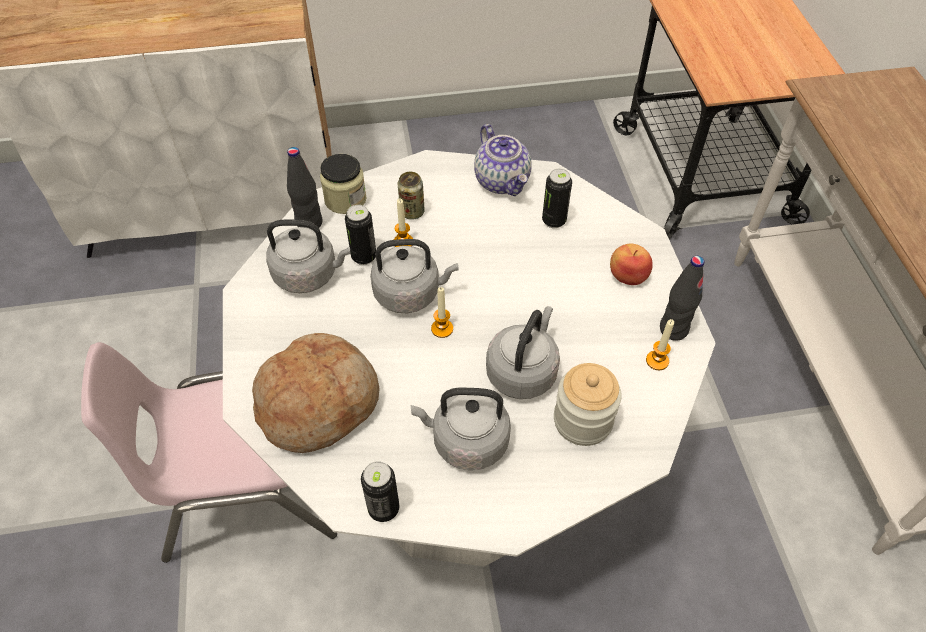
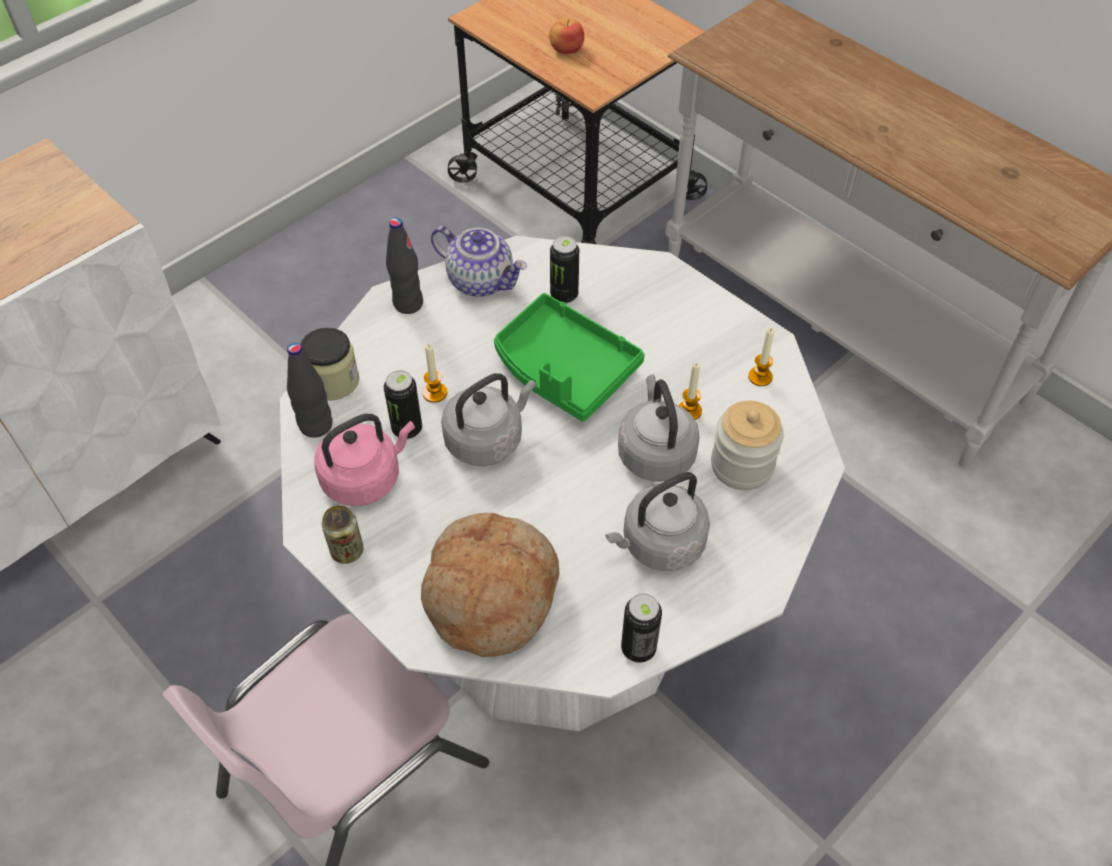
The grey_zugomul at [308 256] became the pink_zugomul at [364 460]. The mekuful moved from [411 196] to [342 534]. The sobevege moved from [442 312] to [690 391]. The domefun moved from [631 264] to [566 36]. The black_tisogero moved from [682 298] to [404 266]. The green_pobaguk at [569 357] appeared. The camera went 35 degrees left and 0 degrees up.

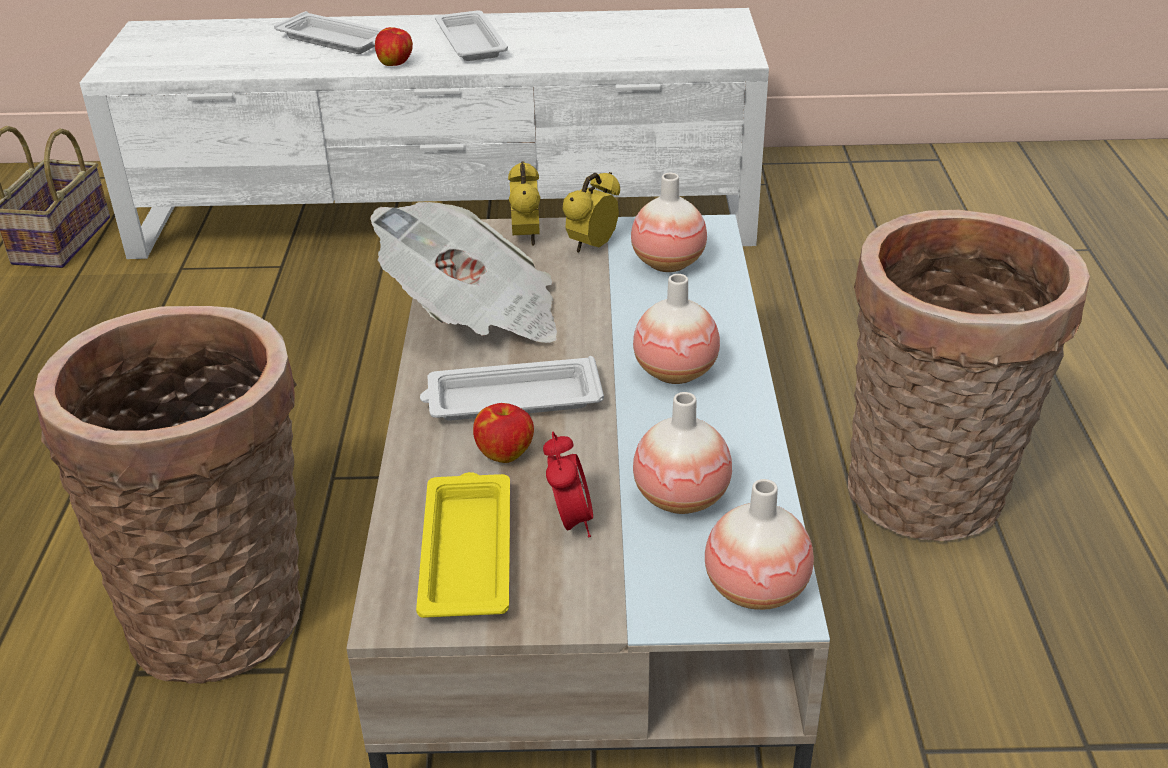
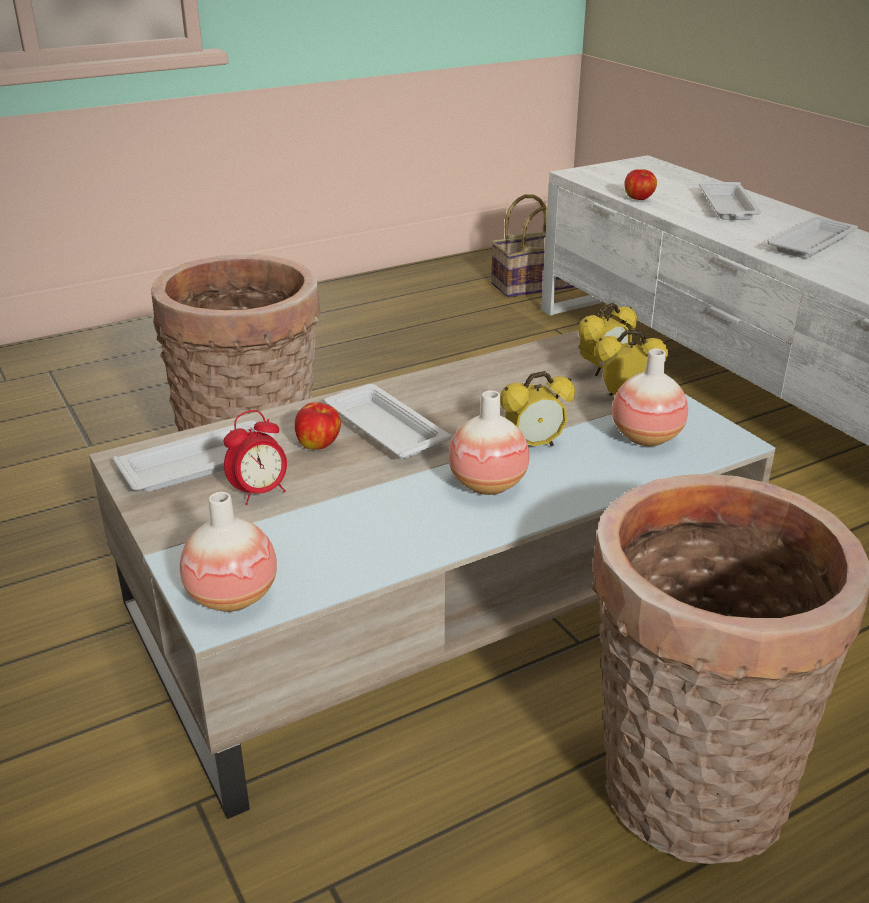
The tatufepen at [463 272] disappeared. The domefun moved from [394 46] to [640 184]. The yellow_pobaguk at [463 545] became the white_pobaguk at [194 456]. The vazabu at [682 453] disappeared. The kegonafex at [537 408] appeared. The camera went 60 degrees right and 5 degrees down.

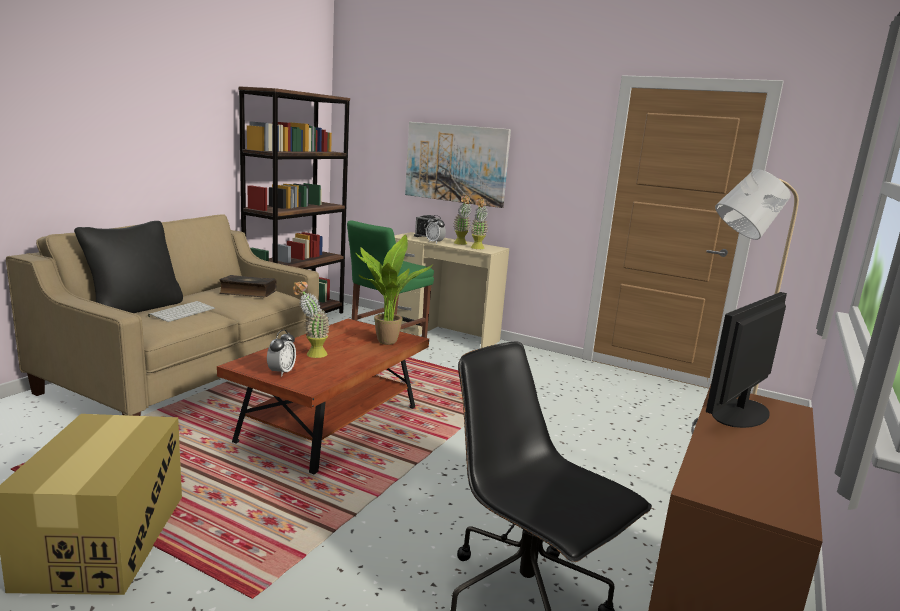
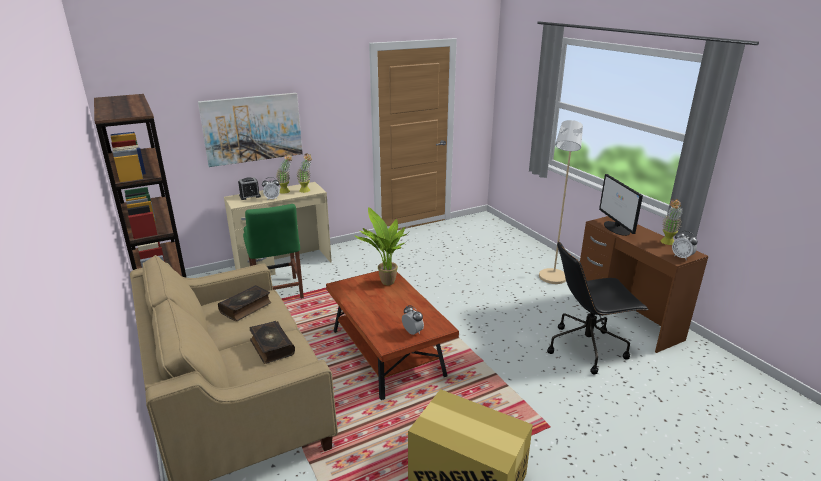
The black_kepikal at [128 267] disappeared. The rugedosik at [181 311] was replaced by the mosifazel at [272 342]. The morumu moved from [311 319] to [671 222]. The kegonafex at [685 246] appeared. The camera went 55 degrees left and 10 degrees up.

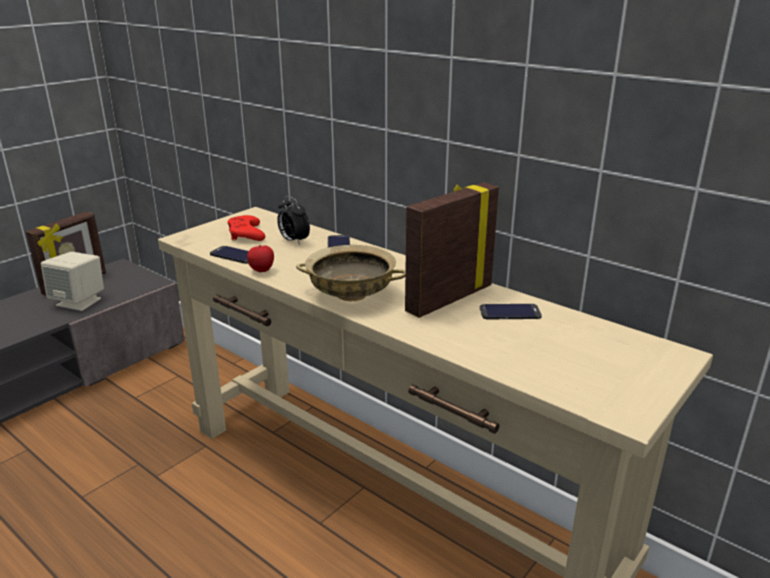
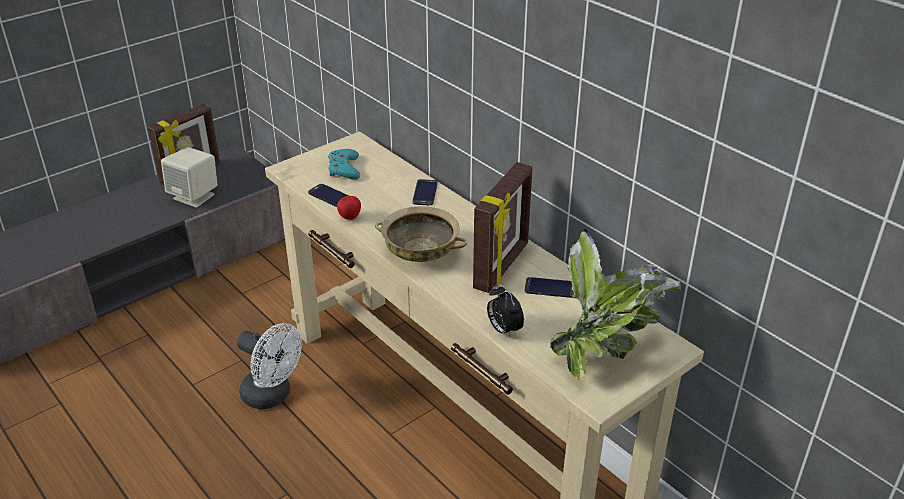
The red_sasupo at [246 228] became the turquoise_sasupo at [344 164]. The kegonafex moved from [293 220] to [505 311]. The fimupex at [452 250] turned 150 degrees clockwise. The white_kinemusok at [269 366] appeared. The morumu at [615 305] appeared. The camera went 10 degrees right and 10 degrees up.

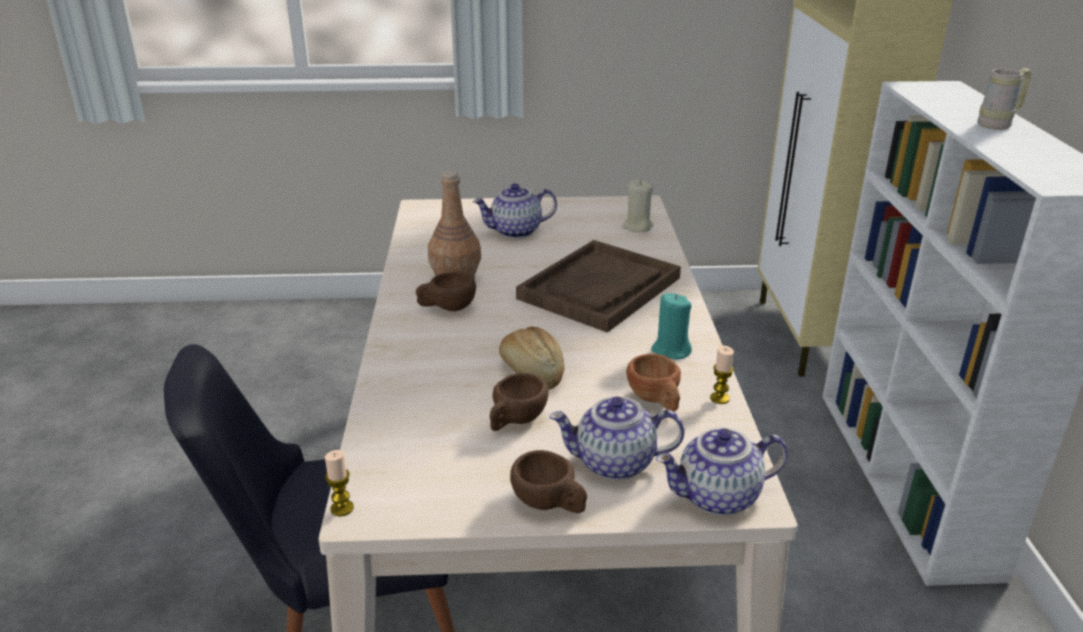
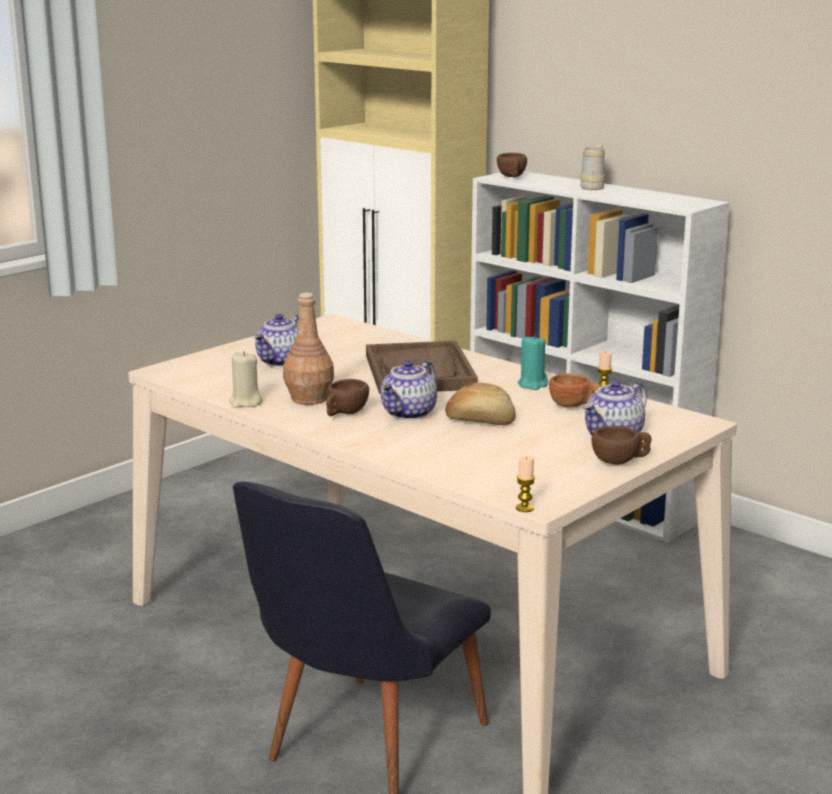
The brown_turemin moved from [519 402] to [512 165]. The beige_sobevege moved from [637 205] to [245 379]. The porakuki moved from [722 472] to [409 390]. The camera went 45 degrees left and 10 degrees down.

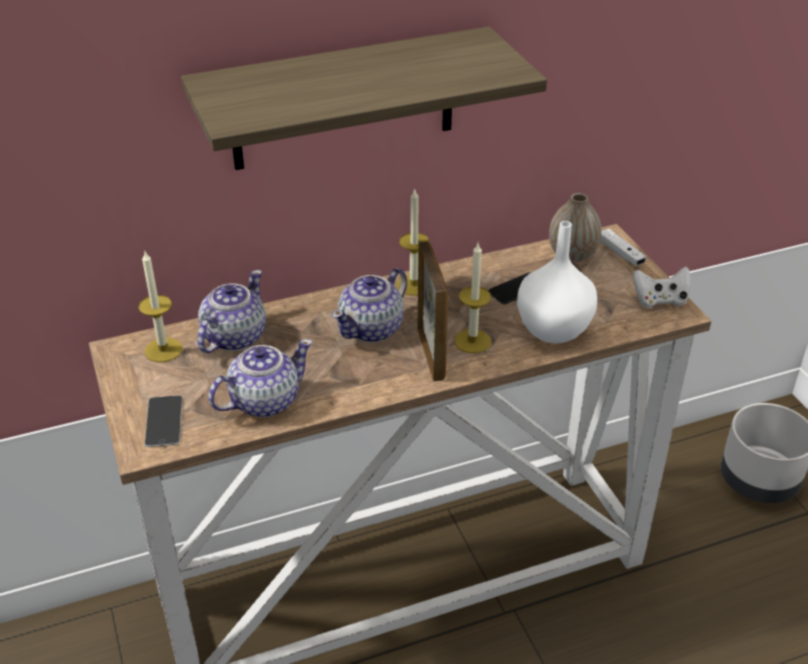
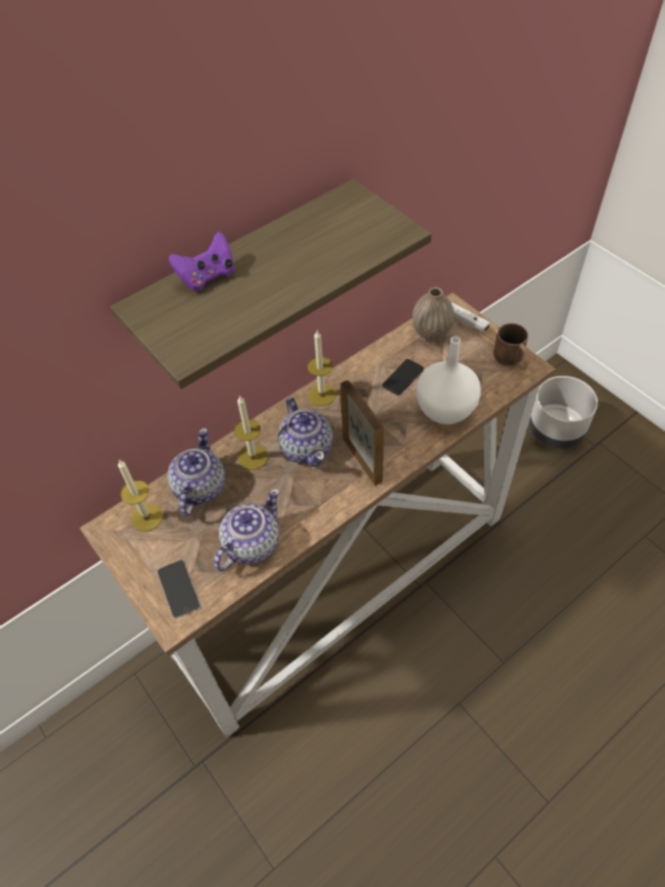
The porakuki at [369 305] turned 45 degrees counterclockwise. The sobevege moved from [472 298] to [251 433]. The white_sasupo at [661 287] was replaced by the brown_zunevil at [511 346]. The purple_sasupo at [202 261] appeared. The camera went 15 degrees left and 15 degrees up.

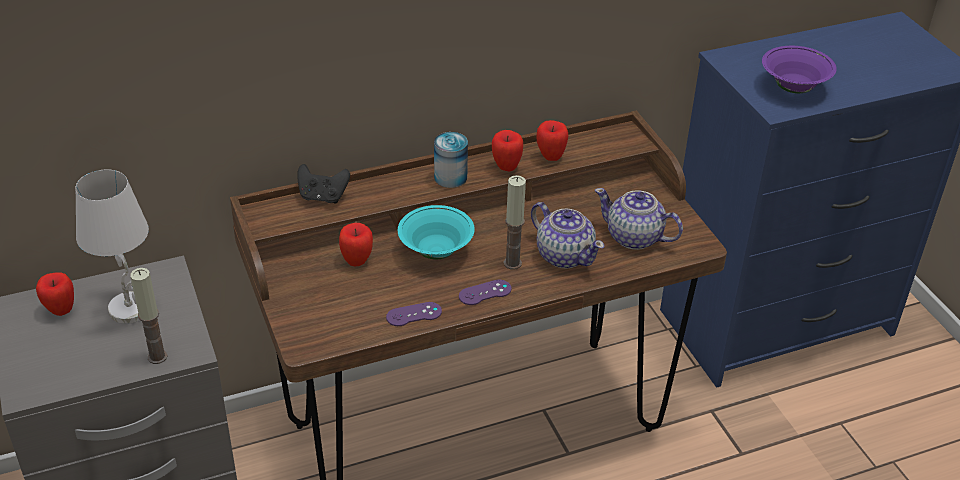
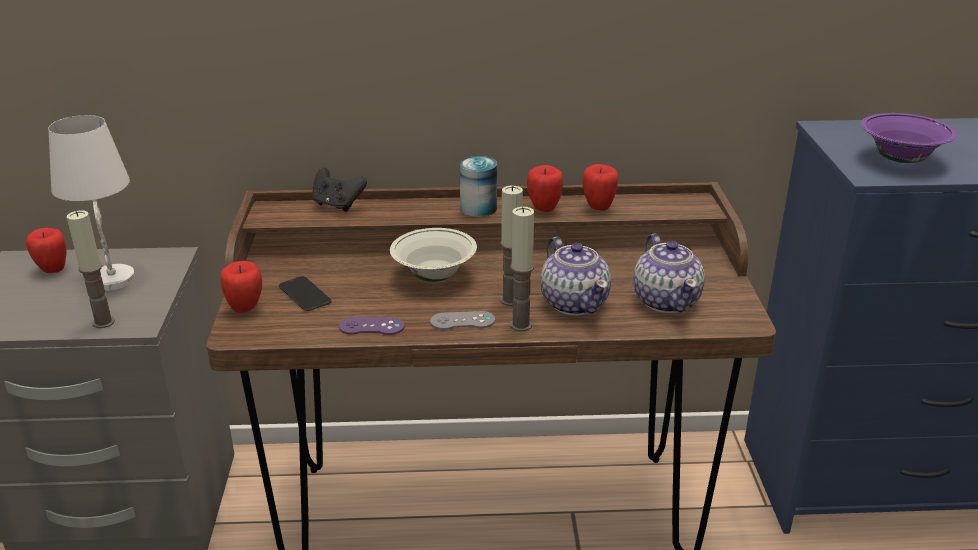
The domefun moved from [356 244] to [241 287]. The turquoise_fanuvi at [436 232] became the white_fanuvi at [433 255]. The purple_sasupo at [485 292] became the grey_sasupo at [462 320]. The porakuki at [638 219] turned 150 degrees counterclockwise. The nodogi at [305 293] appeared. The sobevege at [522 269] appeared. The camera went 20 degrees right and 10 degrees down.

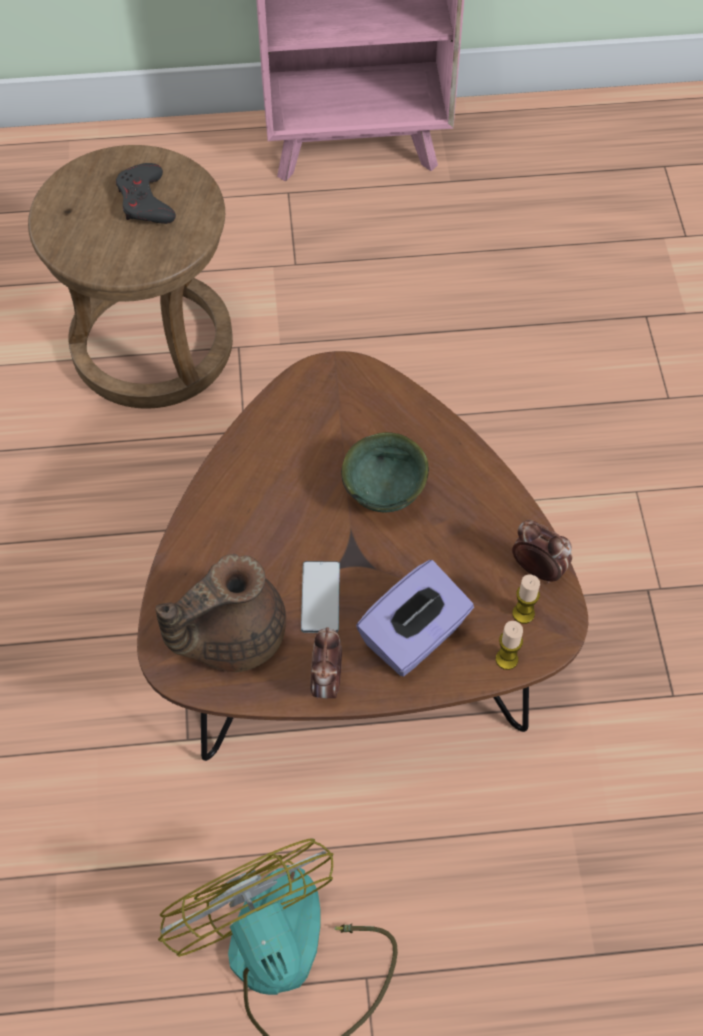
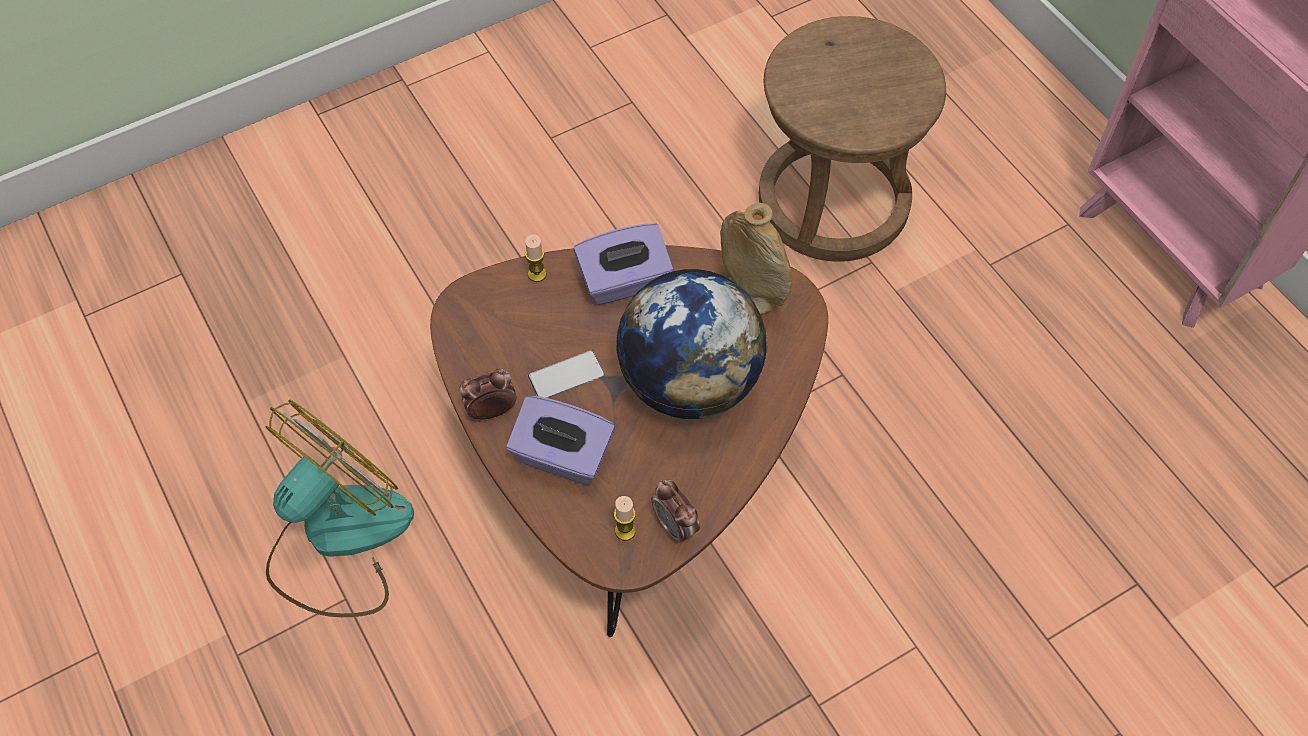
The grey_sasupo at [146 193] disappeared. The brown_porakuki at [220 613] disappeared. The green_fanuvi at [385 472] was replaced by the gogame at [691 344]. The sobevege moved from [509 645] to [536 258]. The kegonafex at [542 551] turned 135 degrees clockwise. The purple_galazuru at [624 264] appeared. The beige_vazabu at [756 258] appeared. The camera went 65 degrees right and 0 degrees up.

